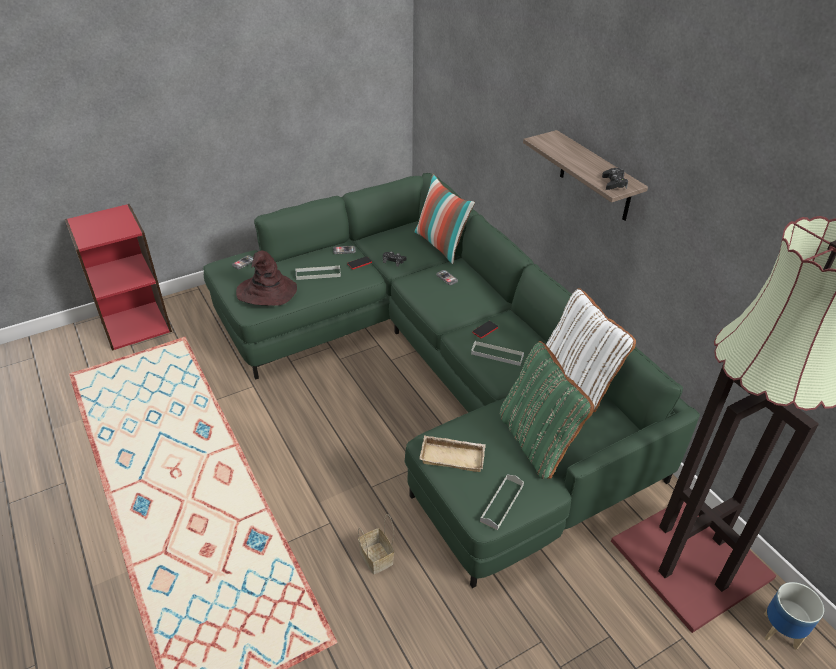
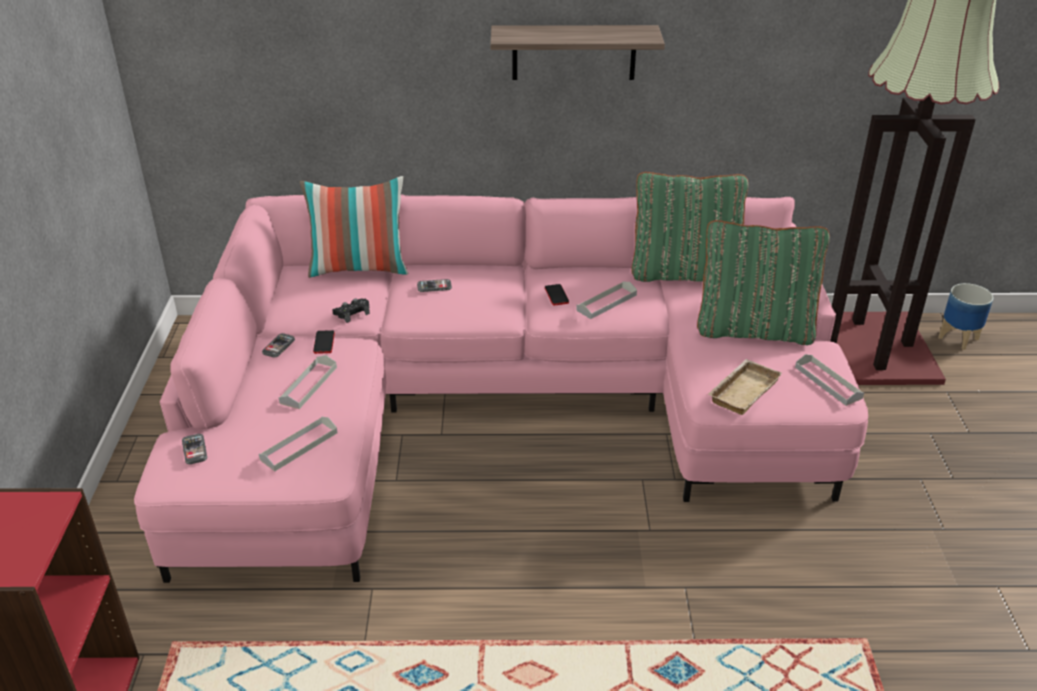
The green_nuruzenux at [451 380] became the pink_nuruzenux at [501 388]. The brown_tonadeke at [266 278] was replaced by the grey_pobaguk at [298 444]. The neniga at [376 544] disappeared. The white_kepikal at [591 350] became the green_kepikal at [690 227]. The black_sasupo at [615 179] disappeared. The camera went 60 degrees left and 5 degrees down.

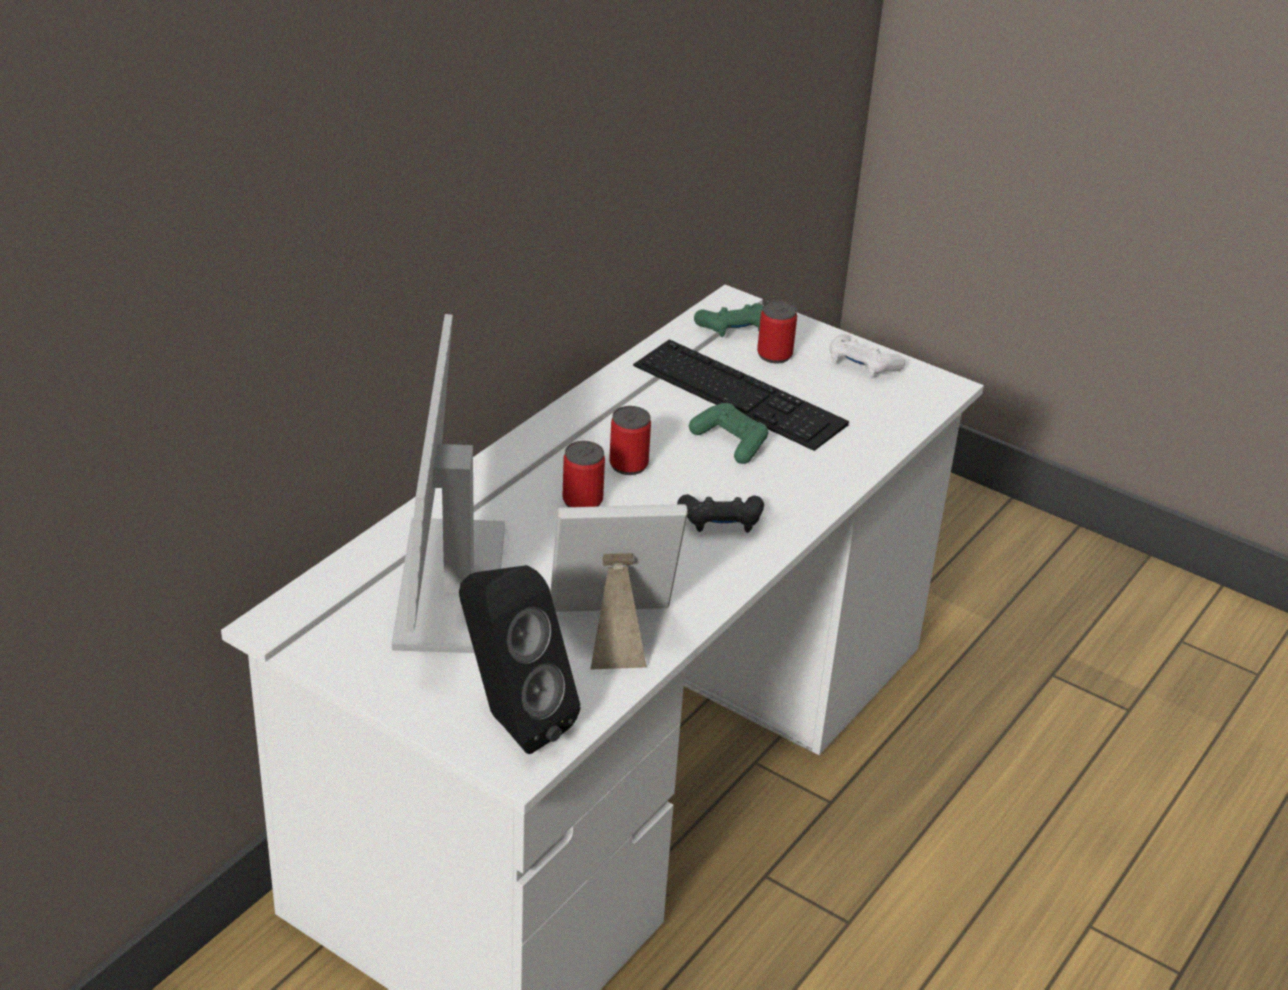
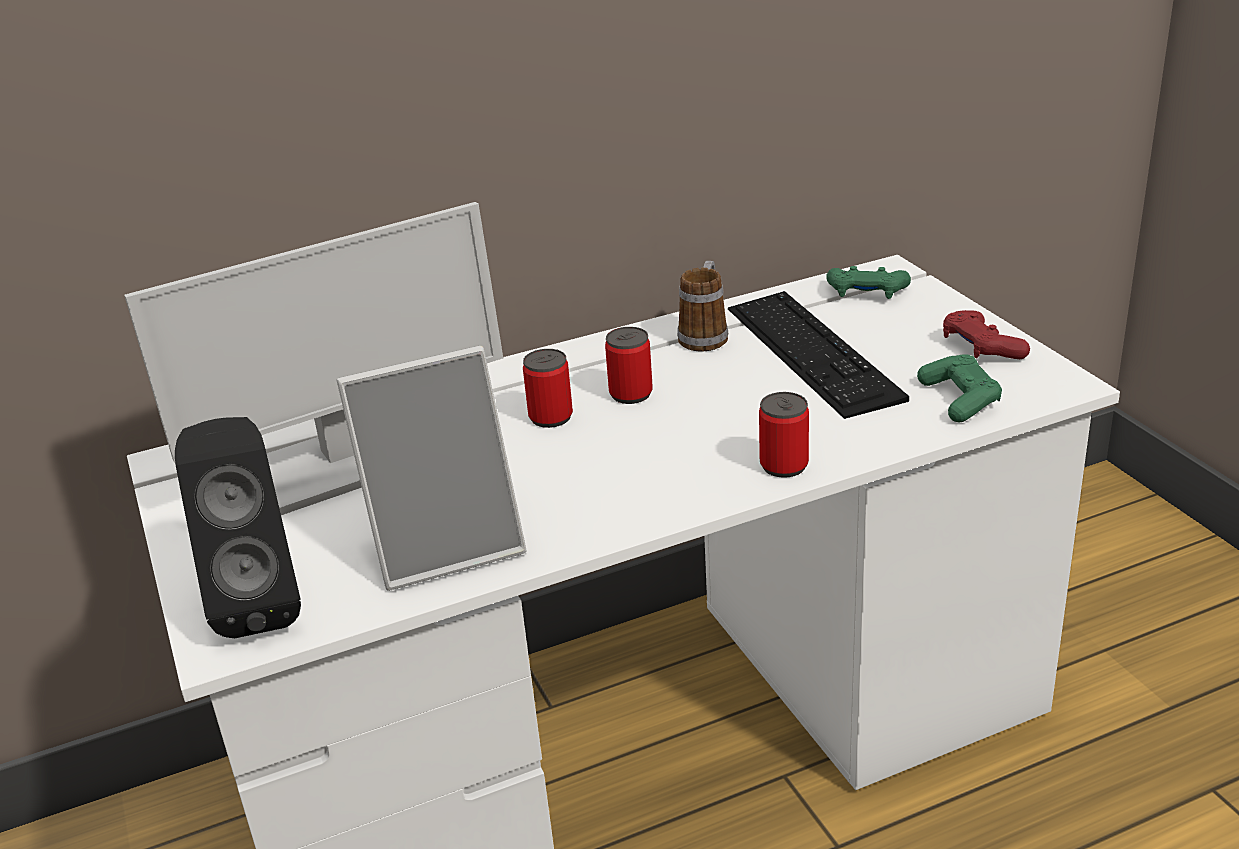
The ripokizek at [448 483] turned 150 degrees counterclockwise. The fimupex at [619 587] turned 135 degrees clockwise. The black_sasupo at [720 513] disappeared. The green_sasupo moved from [728 433] to [959 388]. The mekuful moved from [777 332] to [784 435]. The white_sasupo at [867 355] became the red_sasupo at [986 334]. The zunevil at [702 306] appeared. The camera went 35 degrees right and 5 degrees down.

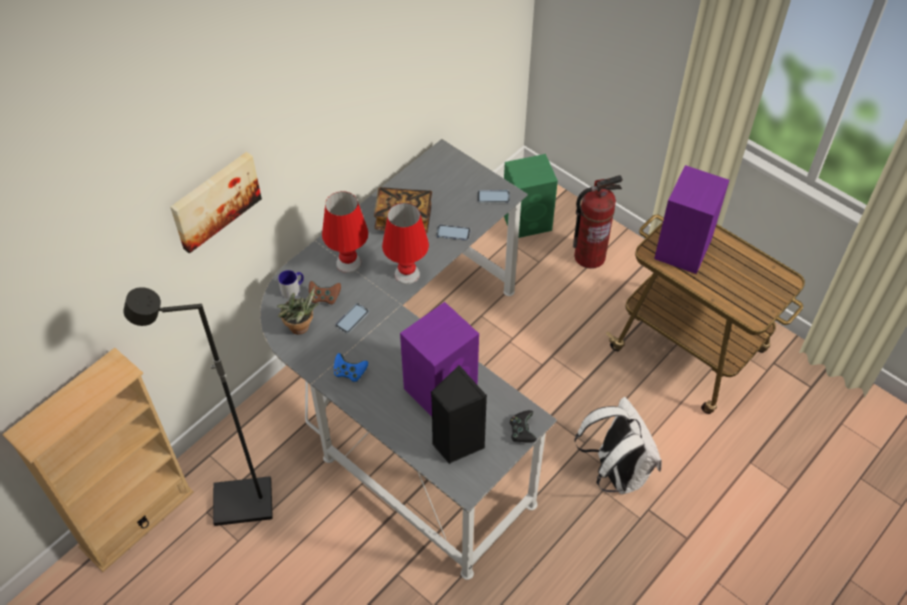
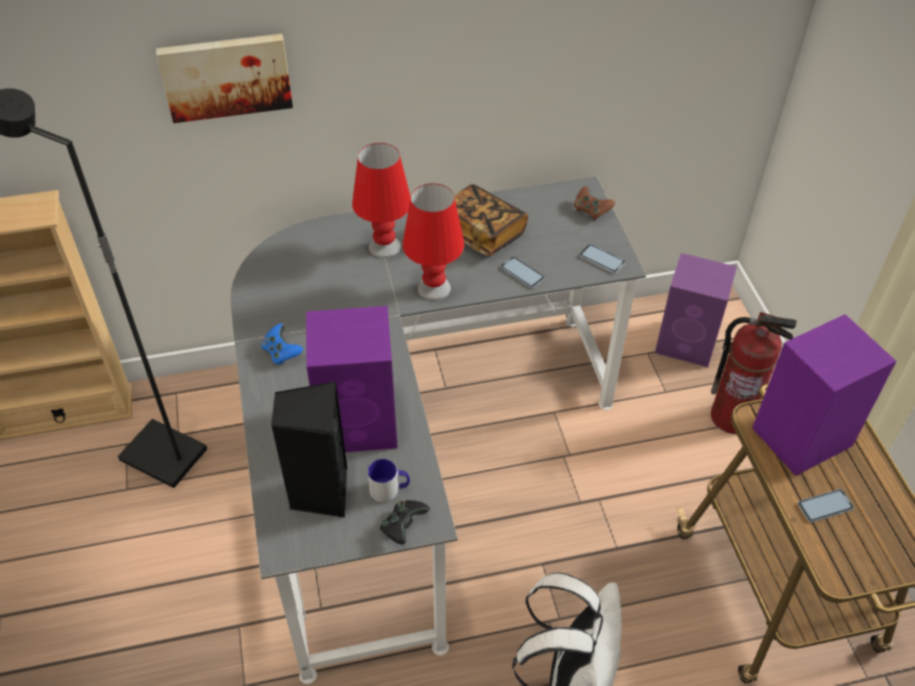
The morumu at [298 310] disappeared. The zunevil moved from [291 284] to [389 480]. The brown_sasupo moved from [325 293] to [594 203]. The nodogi moved from [352 318] to [826 506]. The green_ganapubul at [531 196] became the purple_ganapubul at [696 310]. The camera went 35 degrees right and 5 degrees down.

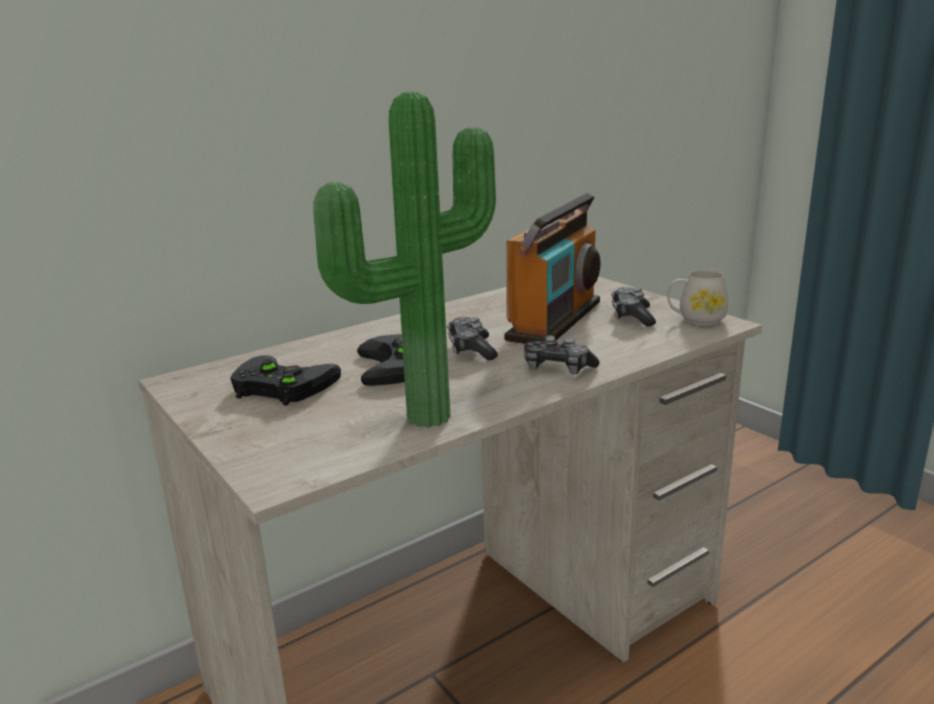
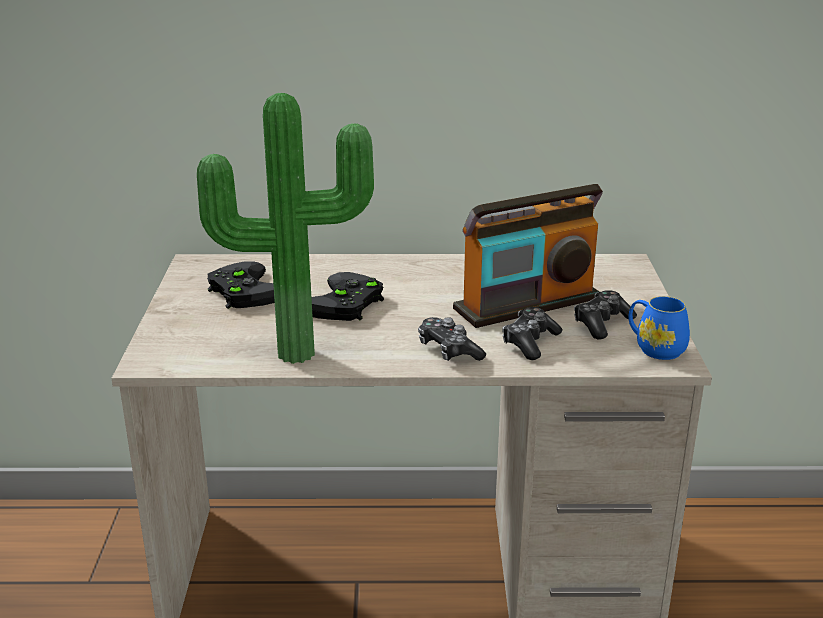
The sasupo moved from [472 338] to [532 333]. The white_zunevil at [697 298] became the blue_zunevil at [659 328]. The camera went 35 degrees right and 5 degrees up.

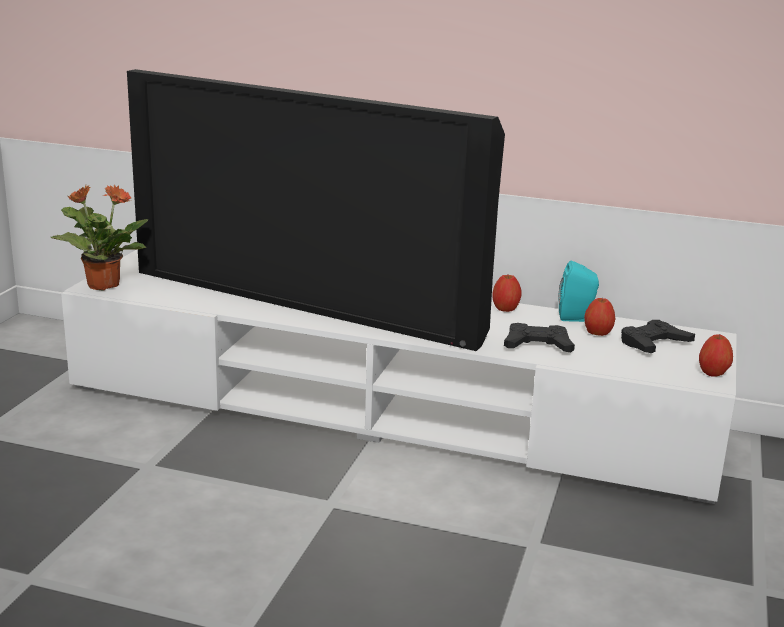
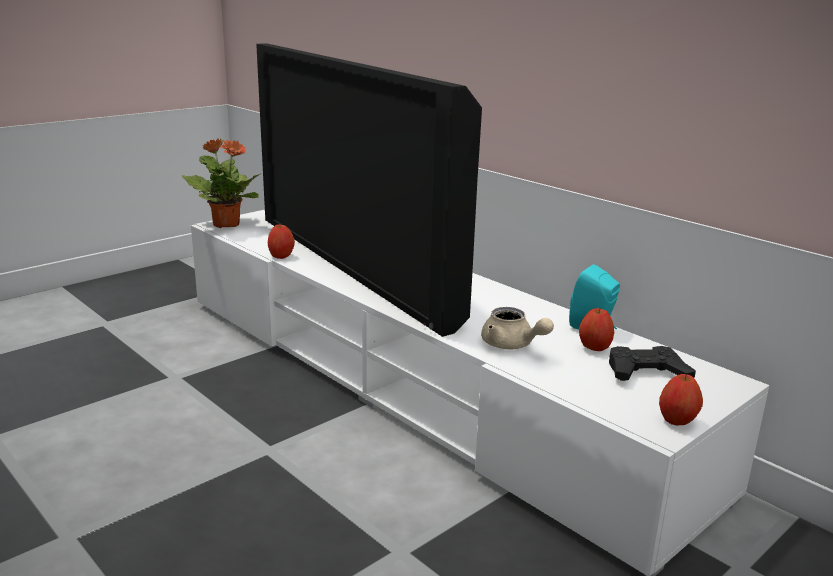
The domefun moved from [507 293] to [281 242]. The black_sasupo at [539 337] was replaced by the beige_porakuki at [517 328]. The camera went 30 degrees right and 0 degrees up.

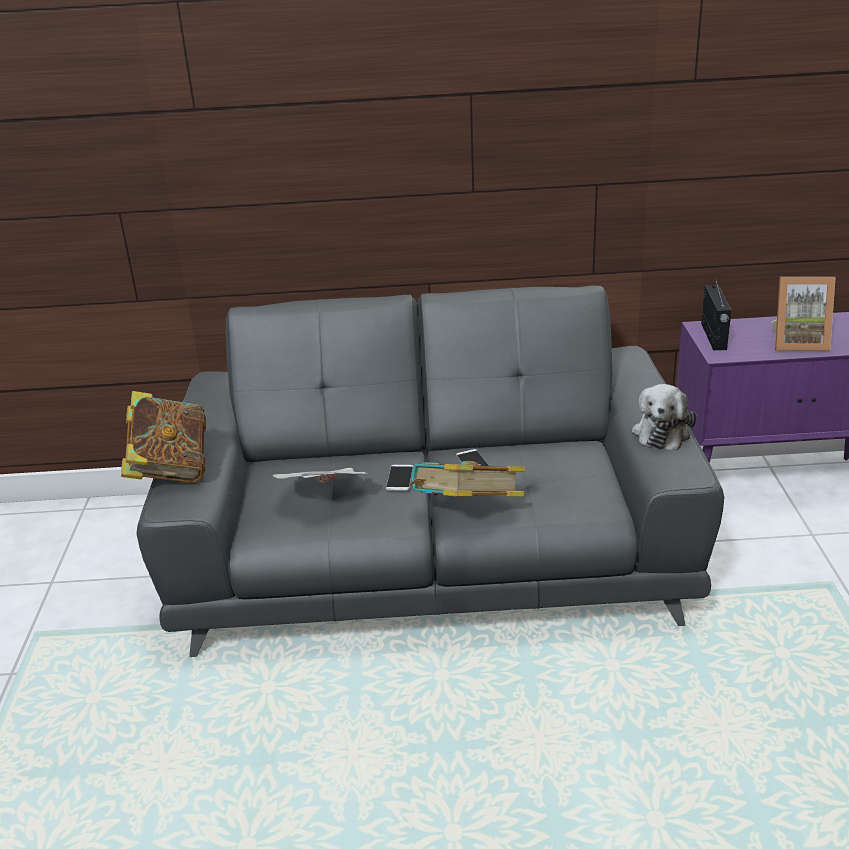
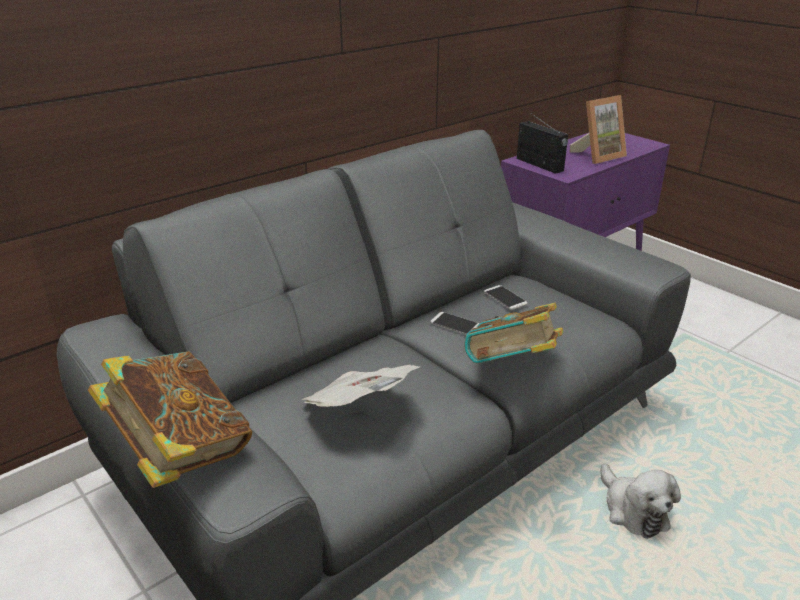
The nodogi moved from [400 478] to [505 297]. The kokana moved from [664 417] to [641 501]. The camera went 40 degrees left and 0 degrees up.

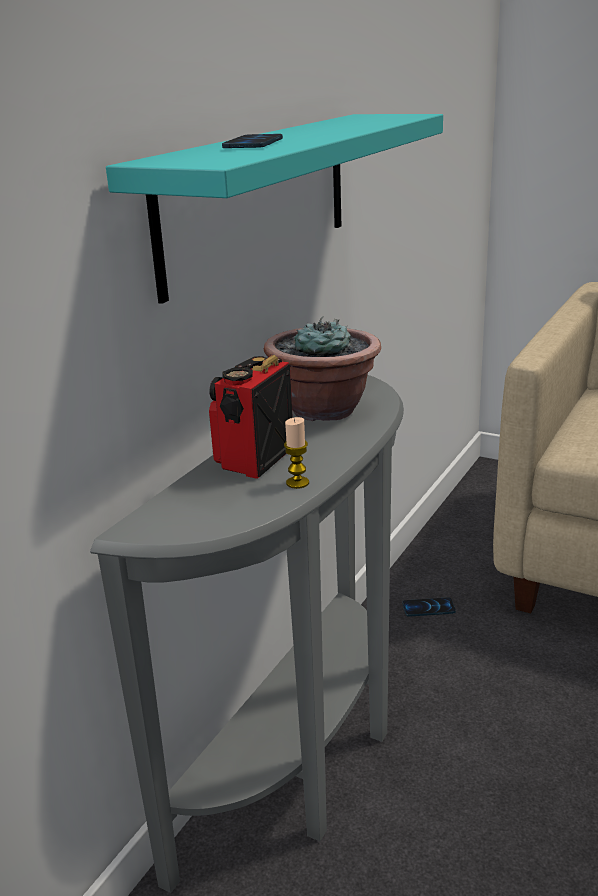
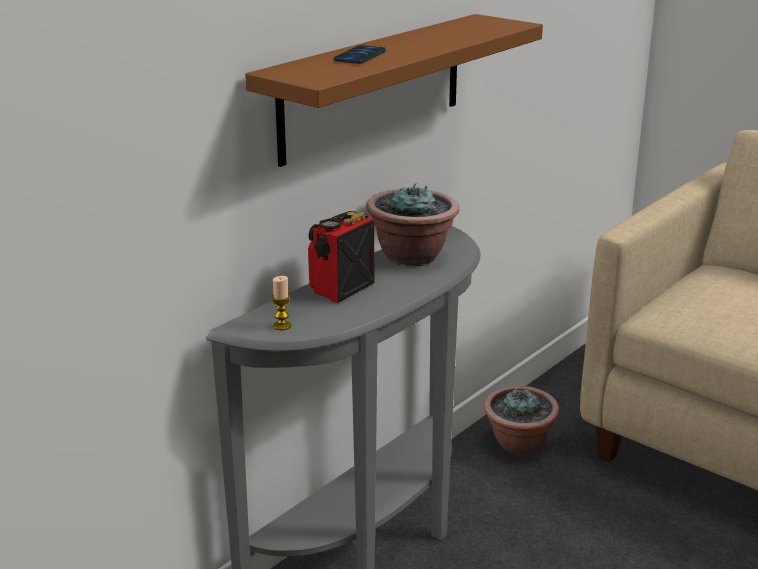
The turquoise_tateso at [274 209] became the brown_tateso at [394 90]. The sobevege moved from [296 453] to [281 303]. The nodogi at [429 607] was replaced by the morumu at [521 420]. The camera went 10 degrees right and 0 degrees up.

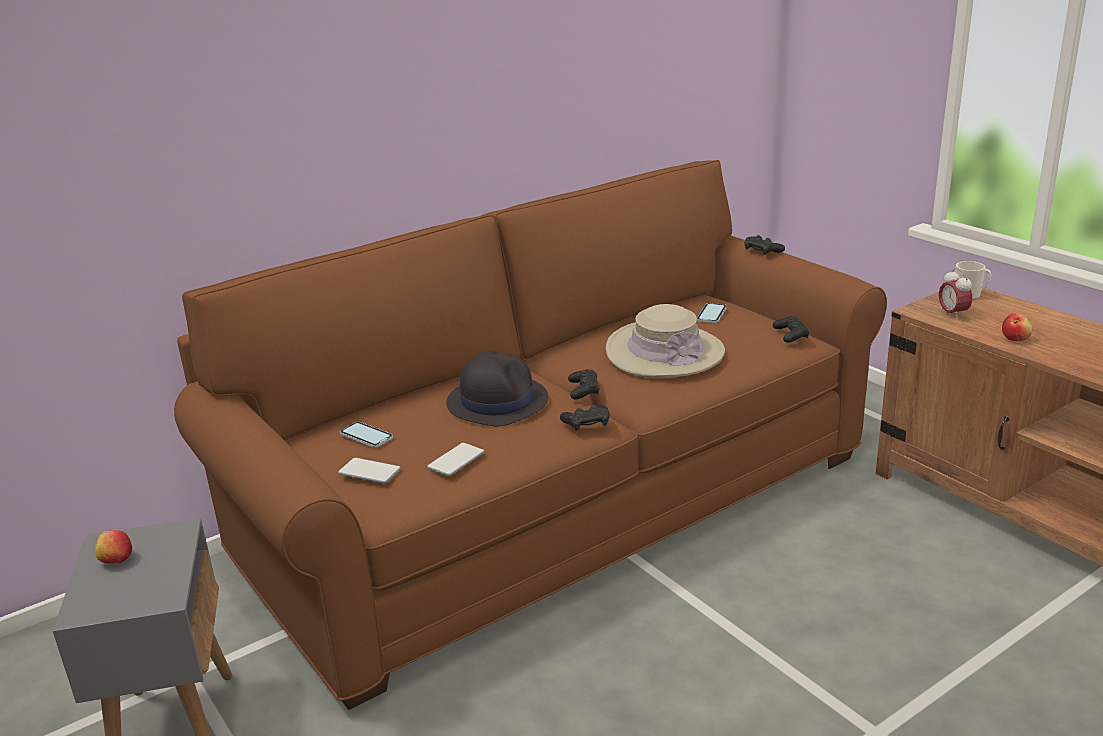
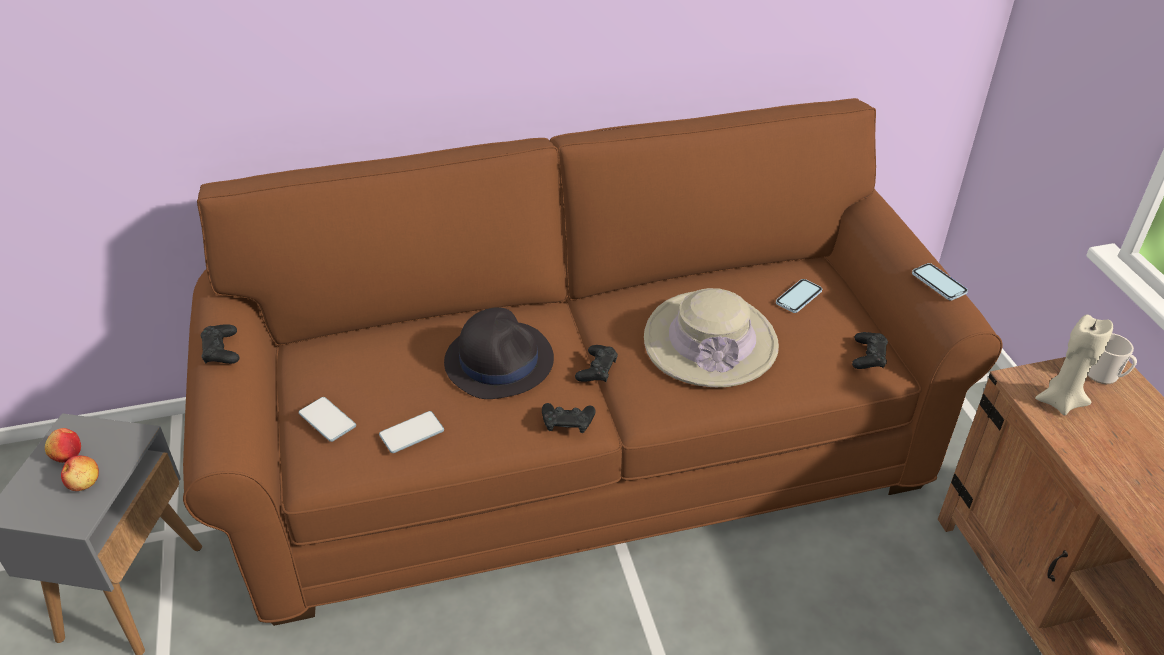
The nodogi moved from [366 435] to [940 281]. The black_sasupo moved from [765 245] to [220 344]. The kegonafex at [955 294] was replaced by the beige_sobevege at [1074 365]. The domefun moved from [1017 327] to [80 473]. The camera went 20 degrees right and 15 degrees up.

